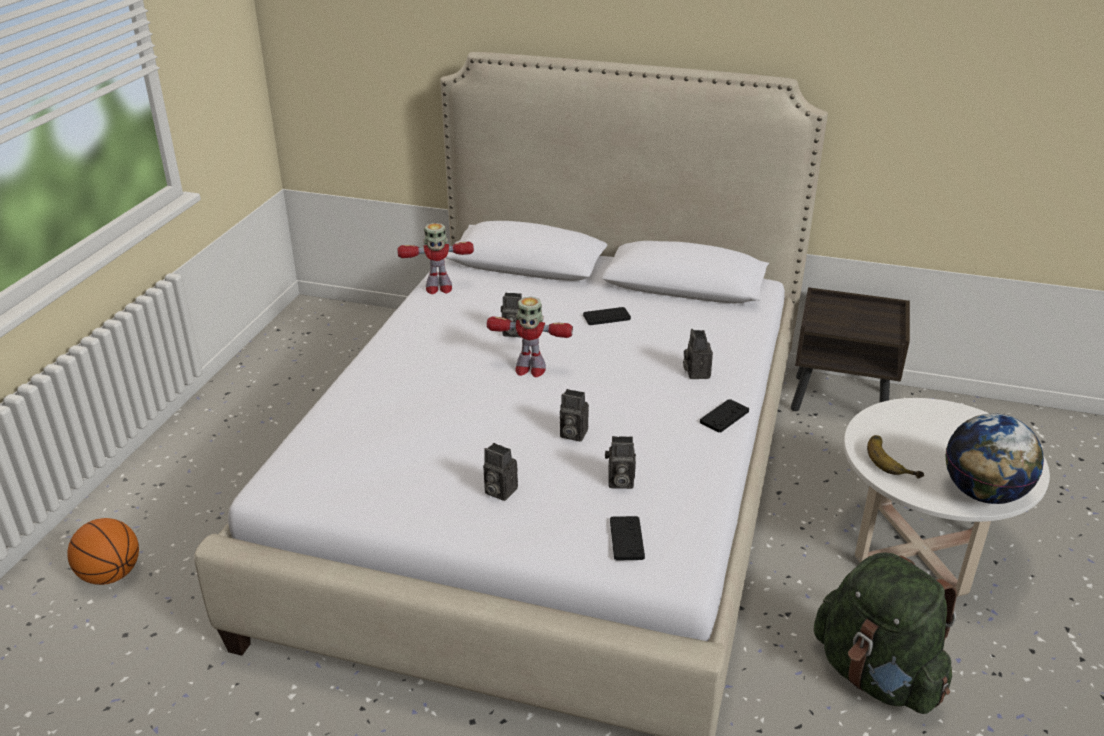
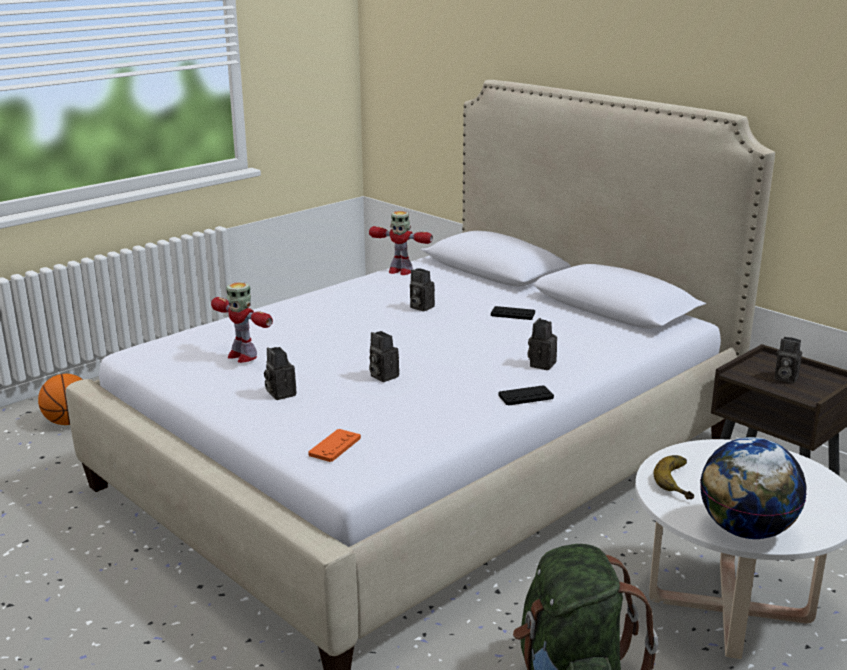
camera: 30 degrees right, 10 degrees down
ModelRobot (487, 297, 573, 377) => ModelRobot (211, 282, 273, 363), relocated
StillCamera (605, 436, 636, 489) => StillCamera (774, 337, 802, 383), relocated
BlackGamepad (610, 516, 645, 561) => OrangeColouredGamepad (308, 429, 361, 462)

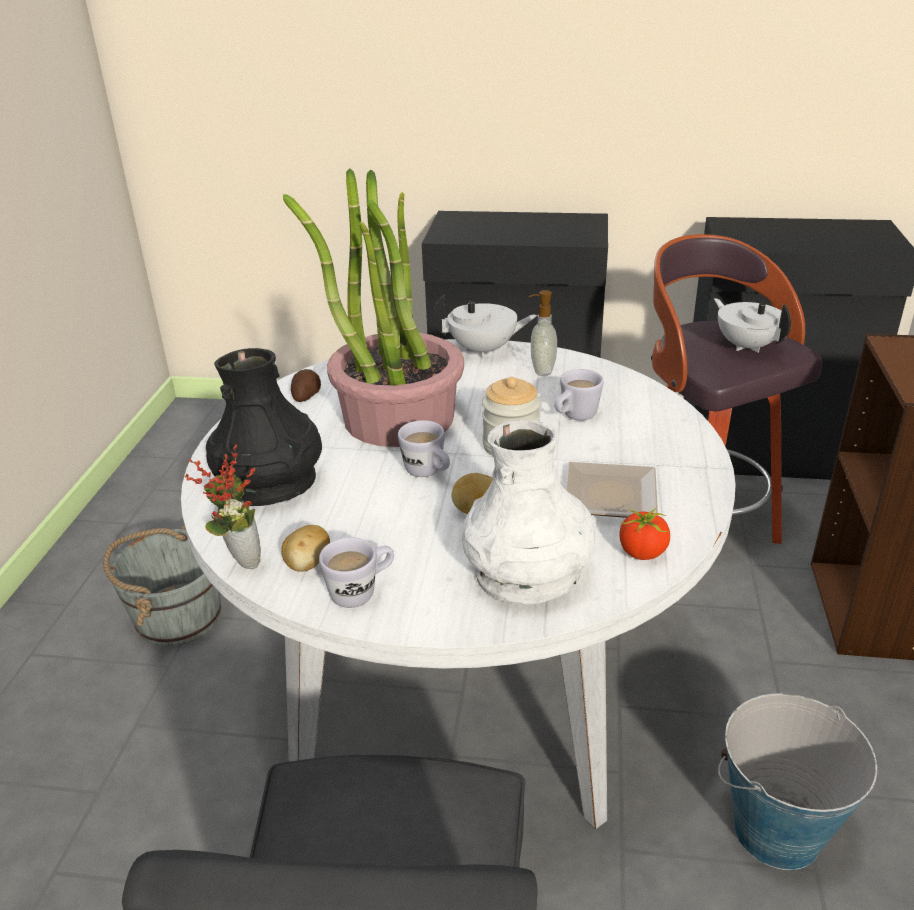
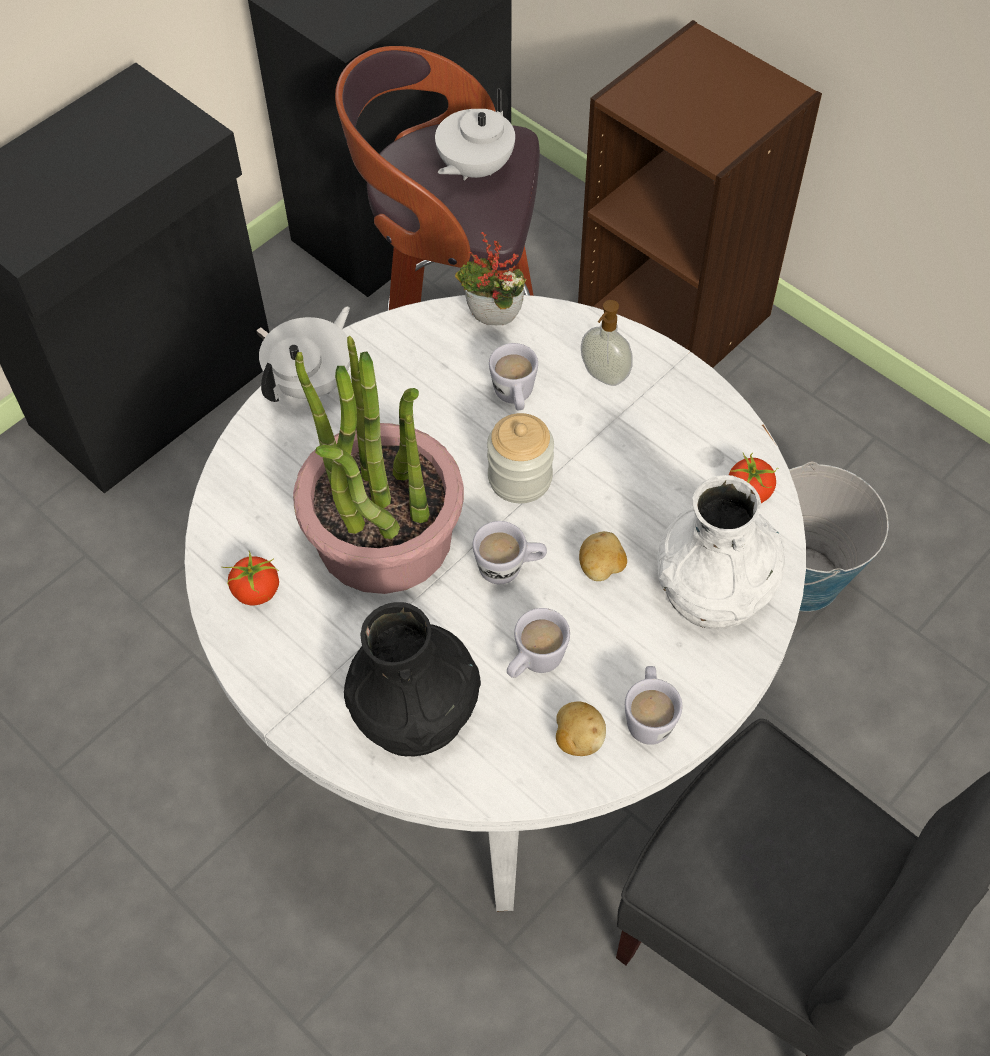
camera: 55 degrees left, 25 degrees up
SoapDispenser (529, 290, 557, 376) => SoapDispenser (581, 300, 633, 386), relocated
WhiteTeaPot (714, 298, 791, 353) => WhiteTeaPot (435, 88, 515, 180), 60 degrees counterclockwise
Potato (291, 369, 321, 402) => Tomato (221, 551, 279, 605)
PottedPlant (185, 444, 261, 569) => PottedPlant (455, 232, 527, 325), relocated
FlatDish (565, 462, 658, 518) => nothing
GrayBucket (103, 525, 221, 646) => nothing
nothing => WhiteCoffeeMug (507, 608, 570, 678)

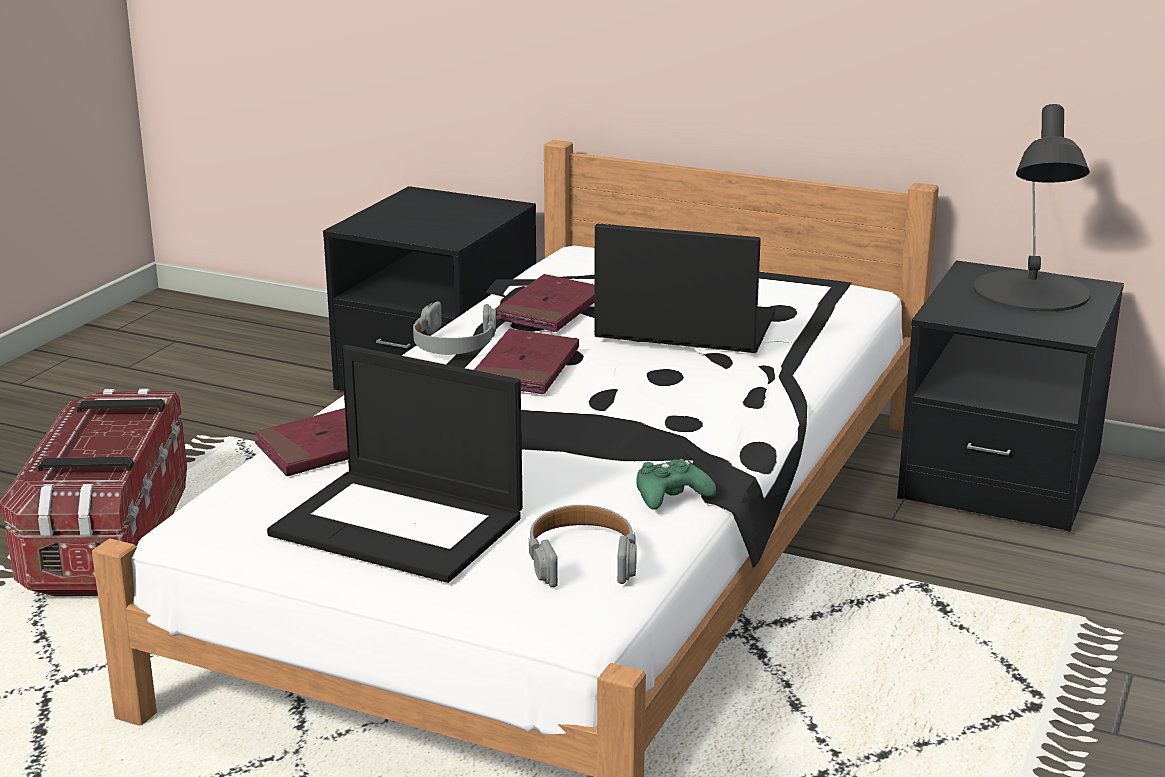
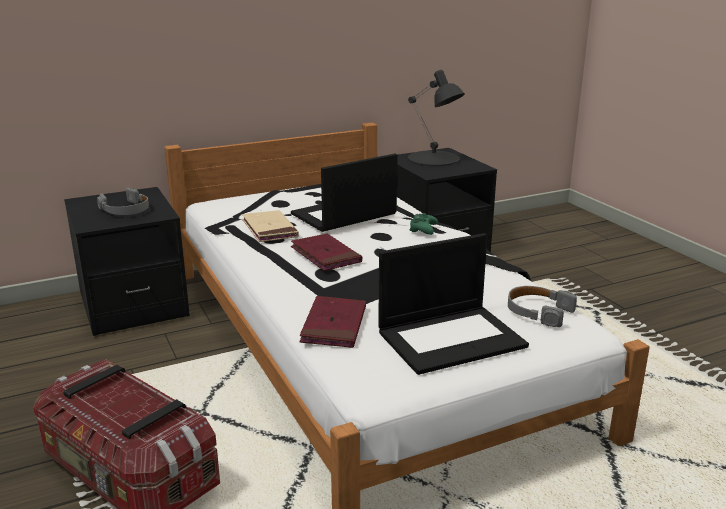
camera: 50 degrees left, 0 degrees up
ReddishVolume (495, 274, 595, 332) => BeigeColouredVolume (242, 210, 299, 242)
GrayPairOfHeadphones (413, 302, 496, 355) => GrayPairOfHeadphones (97, 188, 149, 215), relocated
GreenGamepad (636, 458, 716, 510) => GreenGamepad (409, 213, 438, 235), relocated

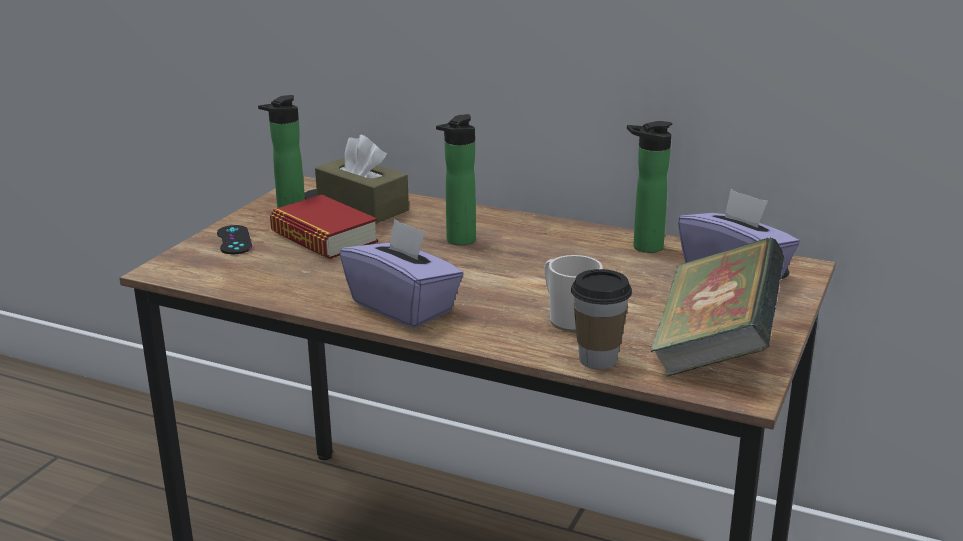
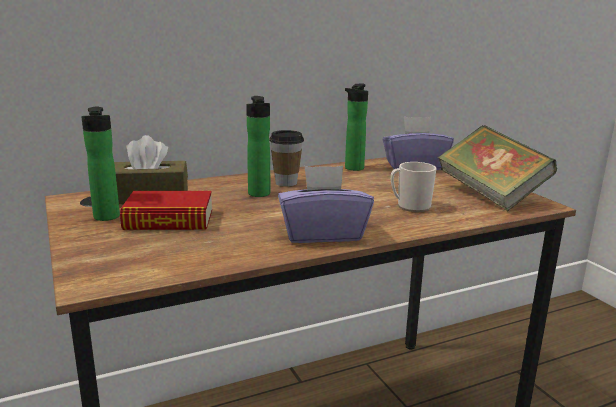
camera: 50 degrees left, 5 degrees down
BlackGamepad (217, 225, 252, 254) => nothing
SmallCup (571, 269, 632, 369) => SmallCup (269, 130, 304, 187), relocated

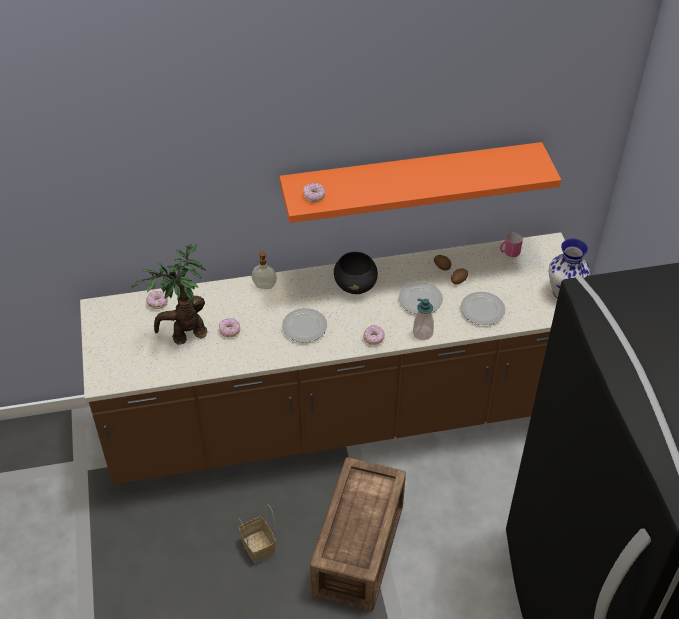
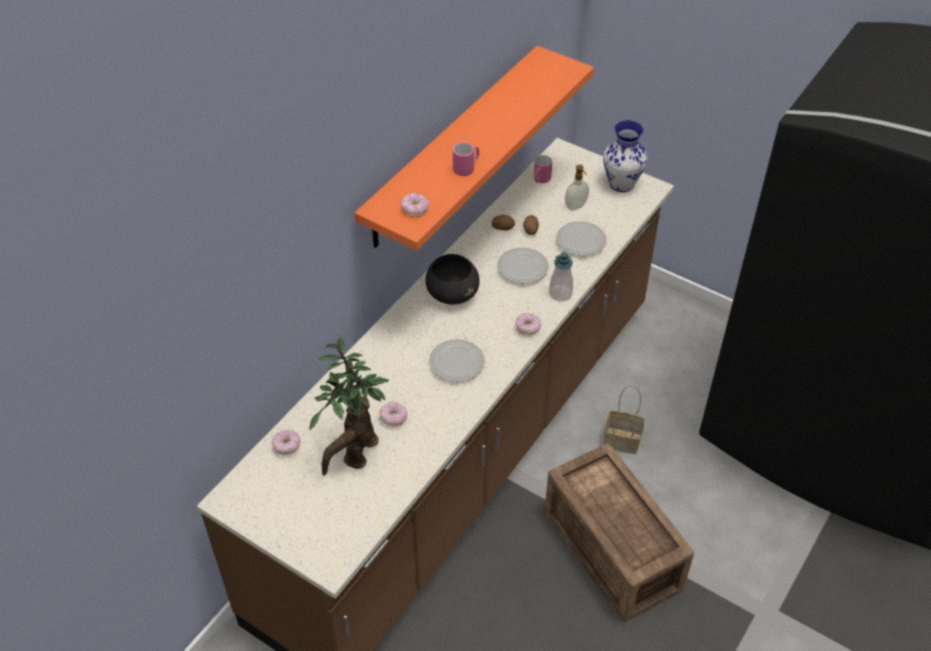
camera: 45 degrees left, 0 degrees up
SoapDispenser (252, 251, 277, 289) => SoapDispenser (565, 165, 589, 211), relocated
Basket (238, 505, 276, 564) => Basket (604, 385, 645, 454), relocated
nothing => PinkColouredCoffeeMug (453, 142, 479, 176)

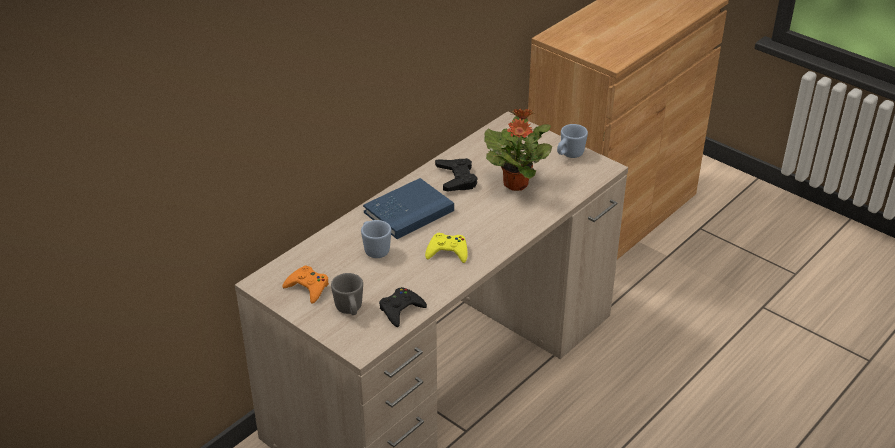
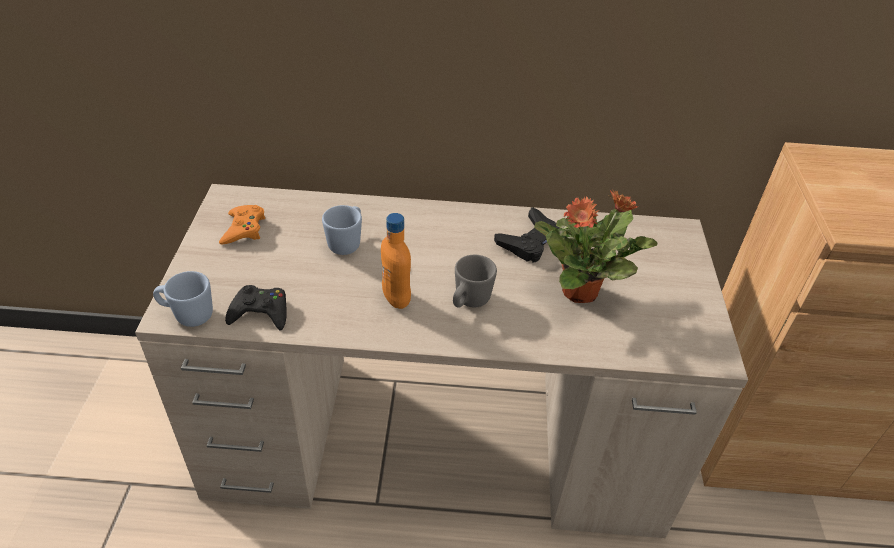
camera: 50 degrees right, 5 degrees up
BluishCoffeeMug (557, 124, 588, 158) => BluishCoffeeMug (153, 271, 213, 327), relocated
BluishVolume (363, 178, 454, 239) => nothing
YellowGamepad (425, 233, 468, 263) => OrangeColouredBeverageBottle (381, 213, 411, 309)
GrayCoffeeMug (331, 273, 363, 315) => GrayCoffeeMug (453, 255, 497, 308), relocated

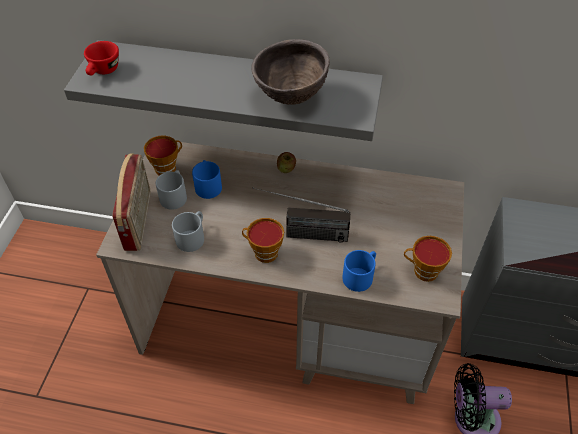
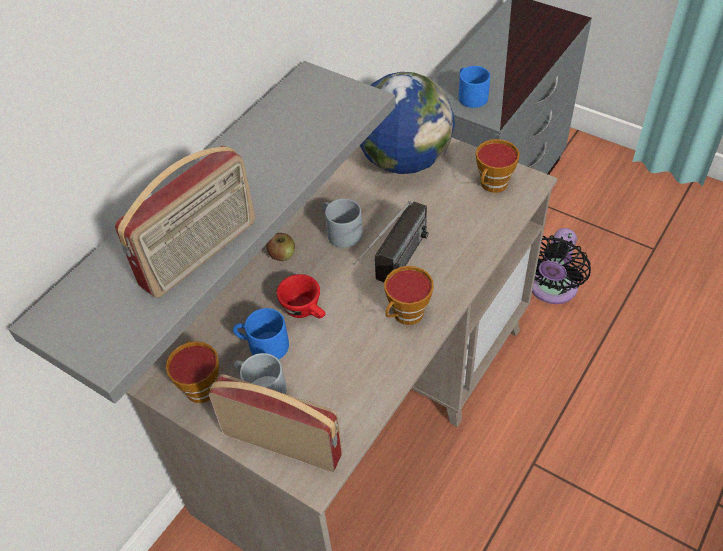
camera: 65 degrees left, 0 degrees up
BrownishBowl (251, 39, 330, 105) => nothing
ReddishSmallCup (84, 41, 119, 76) => ReddishSmallCup (276, 274, 326, 318), relocated
GrayCoffeeMug (172, 211, 204, 252) => GrayCoffeeMug (323, 199, 363, 248), relocated
BluishCoffeeMug (342, 250, 376, 292) => BluishCoffeeMug (458, 66, 490, 108), relocated
nothing => Globe (360, 72, 455, 174)
nothing => RadioSet (115, 146, 255, 298)

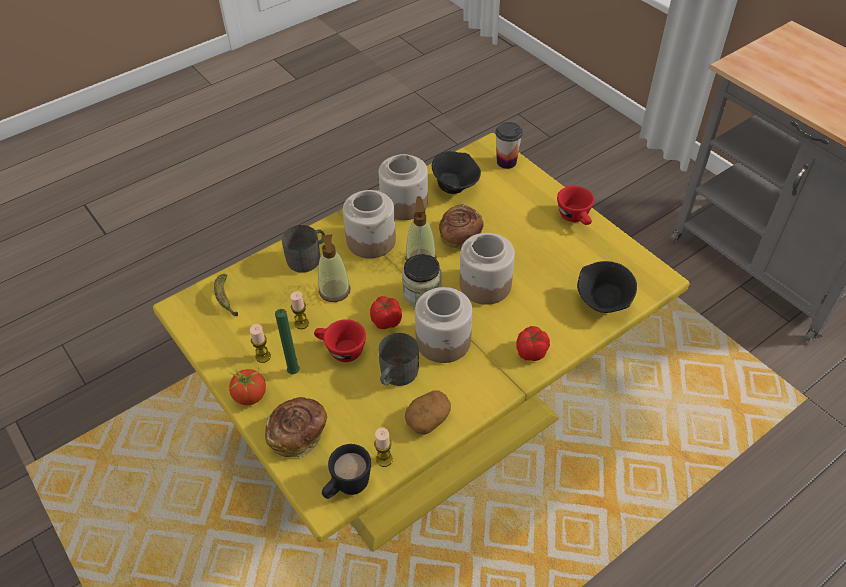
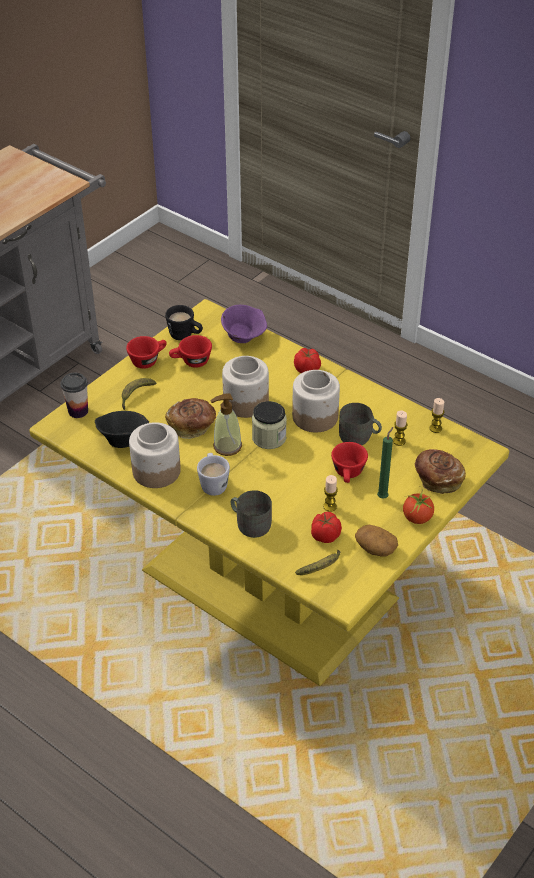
camera: 105 degrees left, 5 degrees down
Jar (343, 190, 396, 258) => WhiteCoffeeMug (197, 453, 230, 496)
SoapDispenser (318, 234, 351, 302) => nothing
BlackBowl (577, 261, 637, 313) => PurpleColouredBowl (221, 305, 267, 343)
Tomato (370, 296, 402, 329) => Tomato (311, 512, 342, 543), relocated
WaxLight (250, 324, 271, 363) => WaxLight (393, 410, 407, 446), relocated
Potato (405, 391, 451, 435) => Potato (355, 525, 398, 557), relocated
BlackCoffeeMug (322, 444, 371, 499) => BlackCoffeeMug (165, 305, 203, 340), relocated
nothing => ReddishSmallCup (169, 335, 212, 368)
nothing => BananaFruit (122, 378, 156, 410)

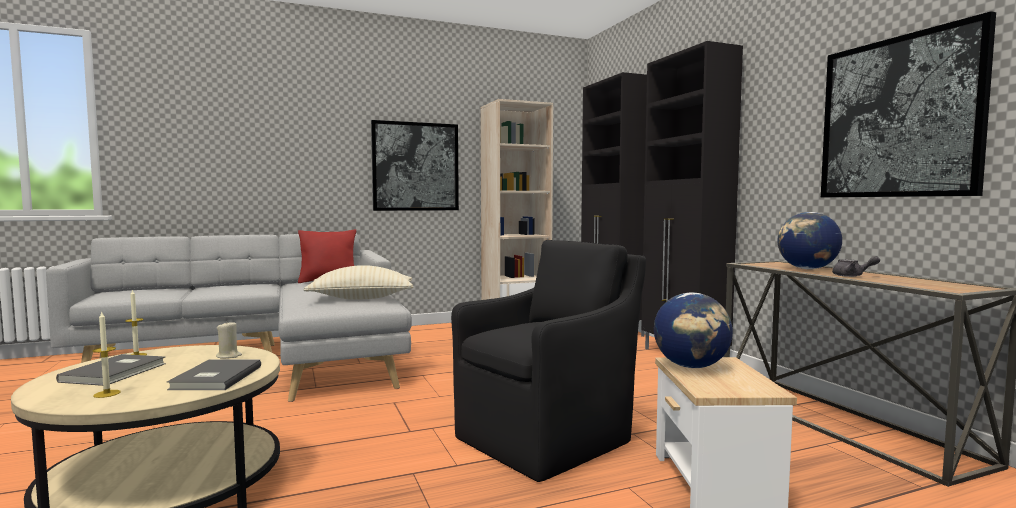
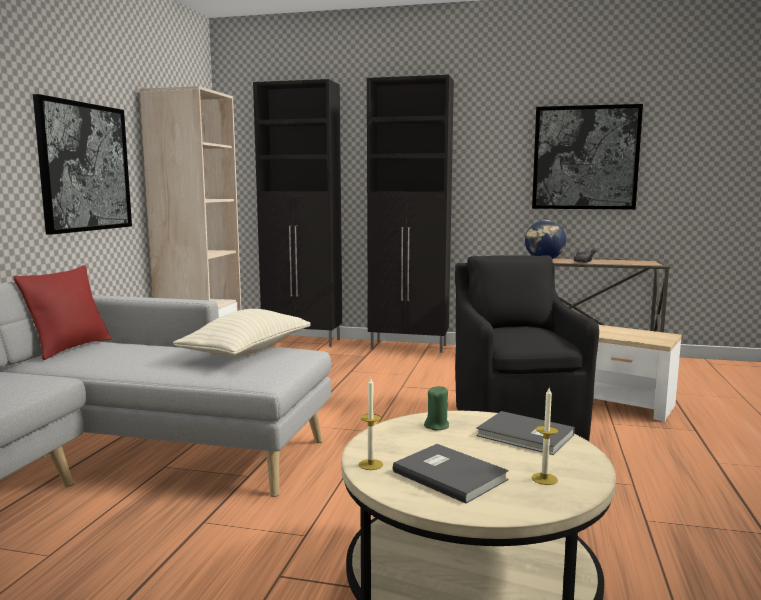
camera: 55 degrees left, 5 degrees up
Globe (654, 292, 733, 368) => nothing
BeigeColouredWaxLight (216, 322, 242, 358) => GreenWaxLight (424, 386, 449, 430)

